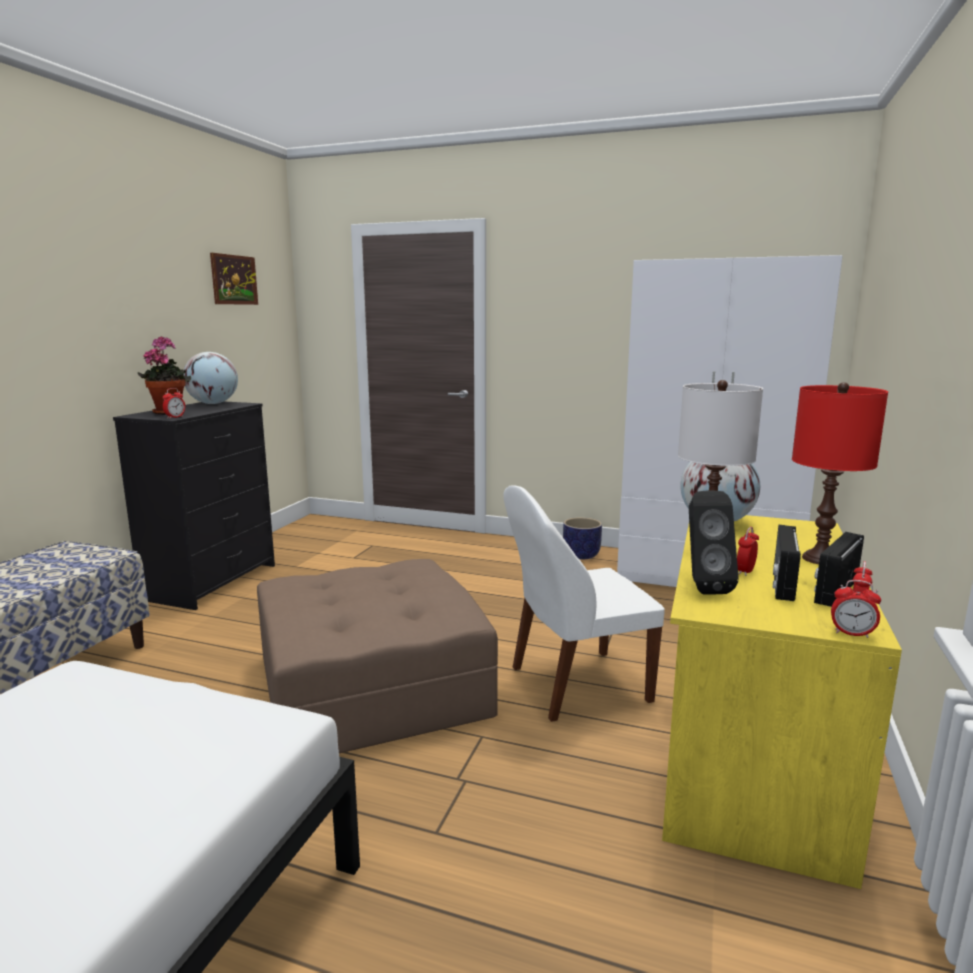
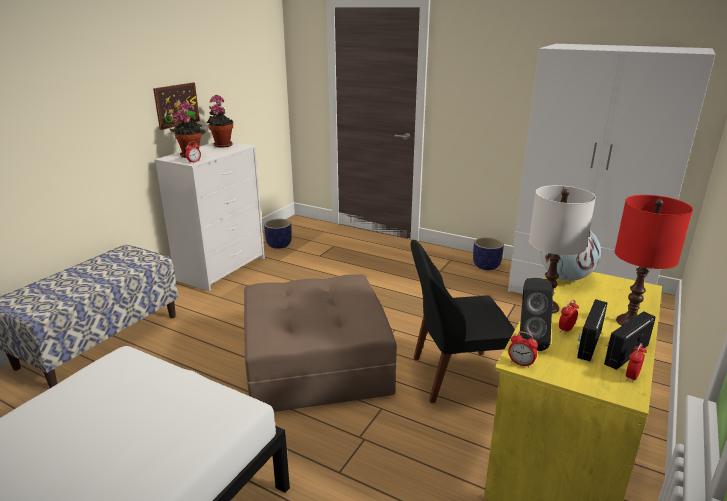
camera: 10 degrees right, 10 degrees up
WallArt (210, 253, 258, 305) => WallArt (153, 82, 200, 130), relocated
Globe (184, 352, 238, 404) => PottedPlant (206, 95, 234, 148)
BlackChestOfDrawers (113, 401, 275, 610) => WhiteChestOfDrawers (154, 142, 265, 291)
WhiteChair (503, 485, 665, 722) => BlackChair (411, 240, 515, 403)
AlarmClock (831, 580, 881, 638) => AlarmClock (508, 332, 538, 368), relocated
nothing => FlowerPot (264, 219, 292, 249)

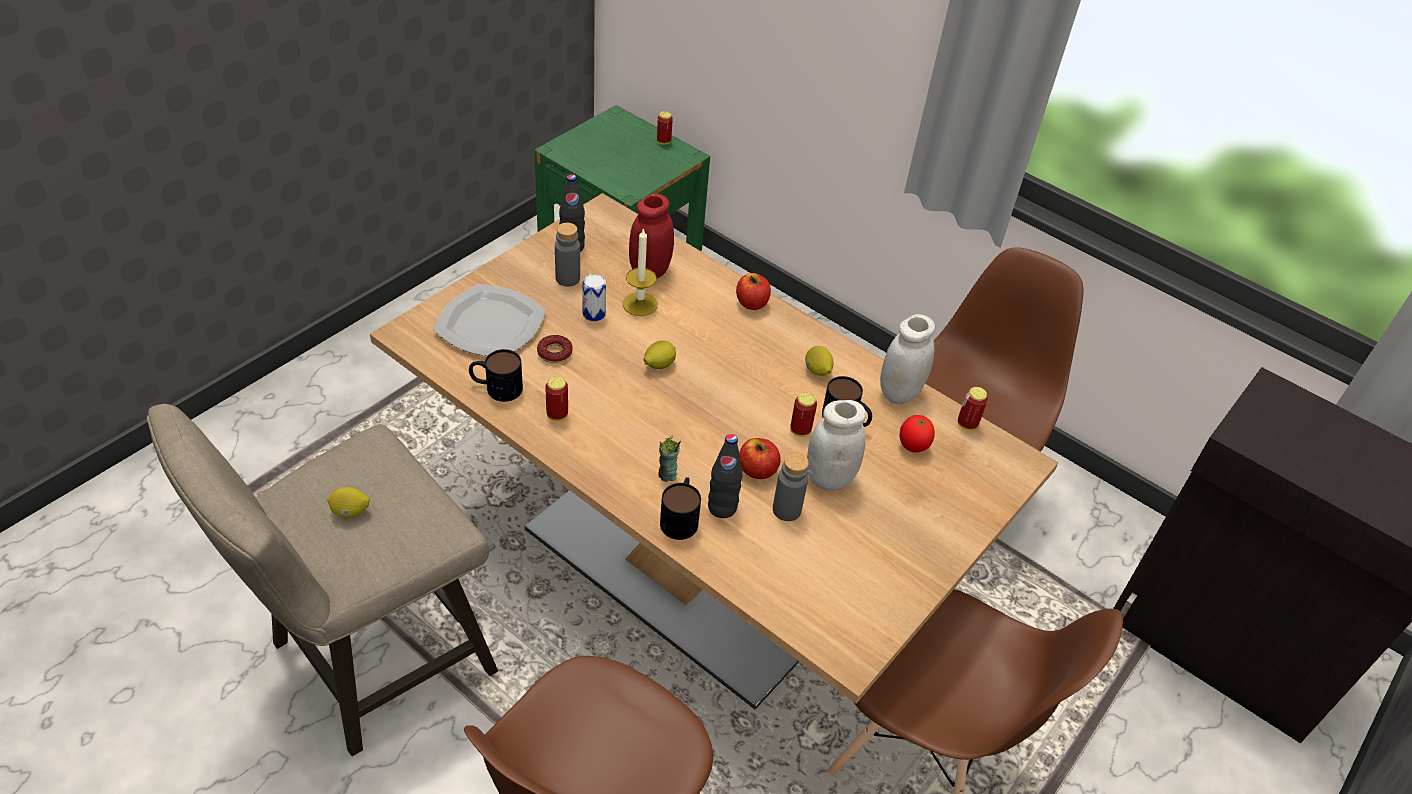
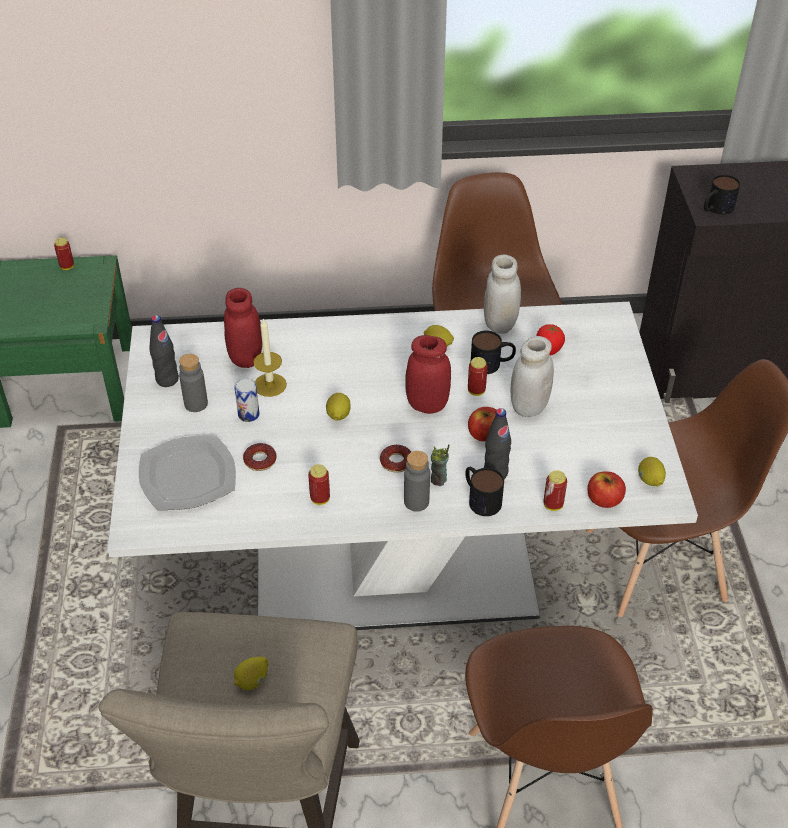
camera: 40 degrees left, 0 degrees up
BrownishDiningTable (370, 193, 1058, 709) => WhiteDiningTable (107, 302, 698, 630)
Apple (736, 273, 771, 310) => Apple (587, 471, 626, 508), relocated
CoffeeMug (469, 349, 523, 402) => CoffeeMug (704, 175, 740, 215), relocated
MetalCan (958, 387, 988, 431) => MetalCan (544, 470, 567, 511), relocated
GrayBeverageBottle (773, 452, 809, 521) => GrayBeverageBottle (404, 451, 430, 512), relocated
nothing => ReddishJar (405, 335, 451, 414)
nothing => RingDoughnut (380, 445, 411, 473)
nothing => WholeLemon (638, 457, 666, 486)

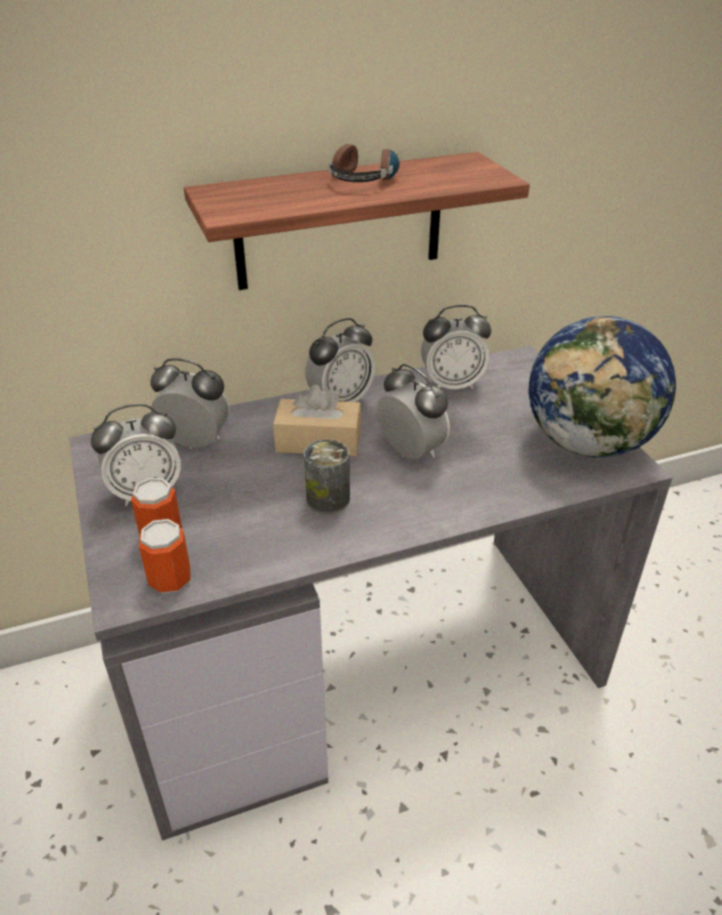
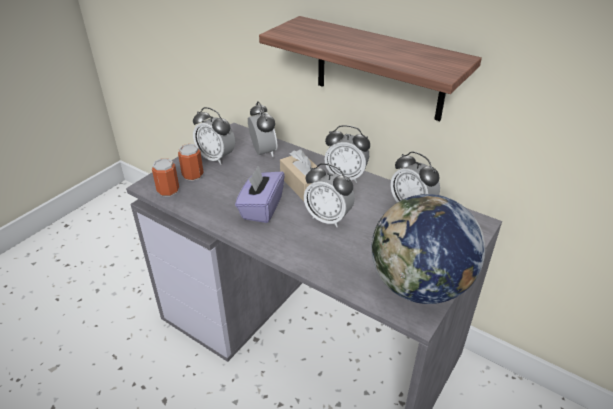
camera: 55 degrees right, 0 degrees up
PairOfHeadphones (329, 144, 400, 182) => nothing
AlarmClock (377, 364, 450, 459) => AlarmClock (304, 163, 355, 227), 105 degrees clockwise
MetalCan (304, 440, 350, 514) => PurpleColouredTissueBox (235, 166, 285, 223)

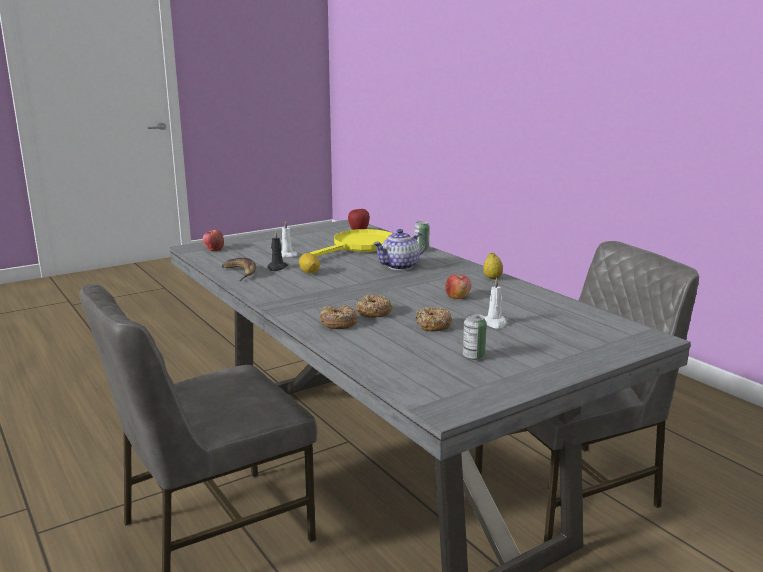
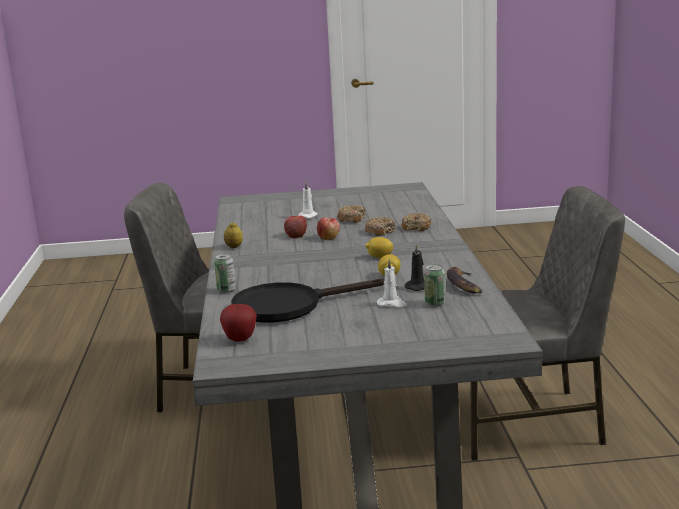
camera: 150 degrees left, 0 degrees up
YellowFryingPan (310, 229, 393, 257) => BlackFryingPan (231, 279, 385, 322)
TeaPot (373, 229, 426, 270) => nothing
Apple (203, 230, 224, 251) => Apple (317, 217, 340, 240), relocated
MetalCan (463, 314, 487, 360) => MetalCan (424, 264, 445, 306), relocated
nothing => WholeLemon (365, 237, 394, 258)

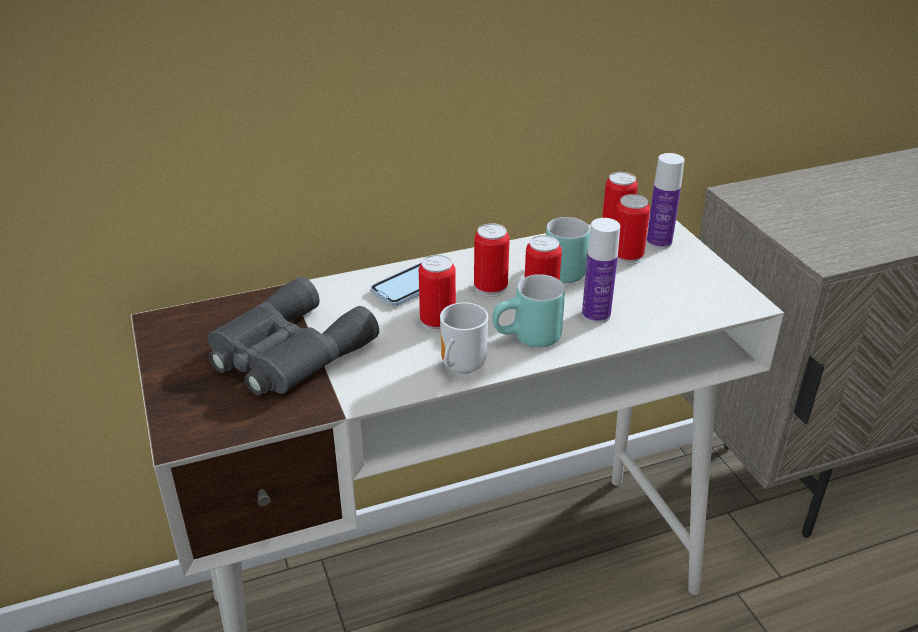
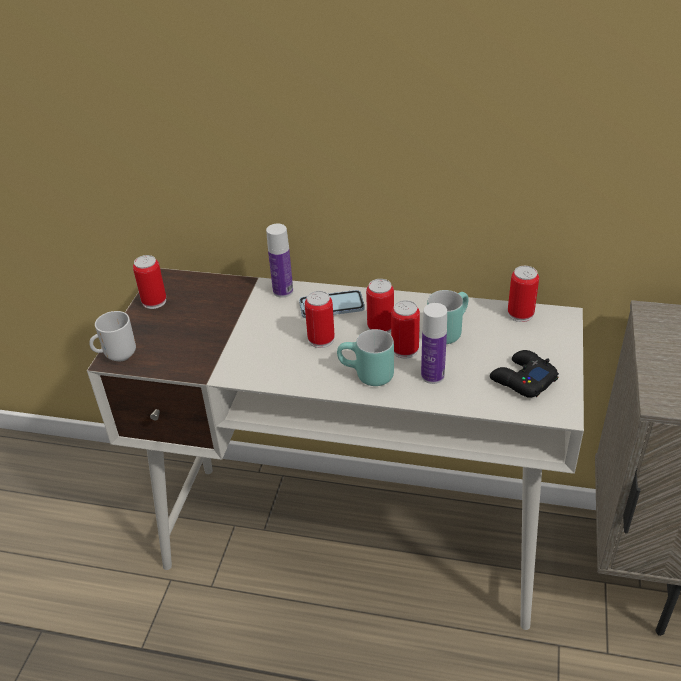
camera: 35 degrees right, 5 degrees up
BeverageBottle (646, 153, 685, 249) => BeverageBottle (266, 224, 293, 298), relocated
MetalCan (615, 194, 650, 264) => MetalCan (133, 255, 166, 309), relocated
GrayPairOfBinoculars (208, 277, 379, 395) => nothing
CoffeeMug (440, 302, 488, 374) => CoffeeMug (89, 311, 136, 361), relocated
nothing => BlackGamepad (490, 350, 559, 398)

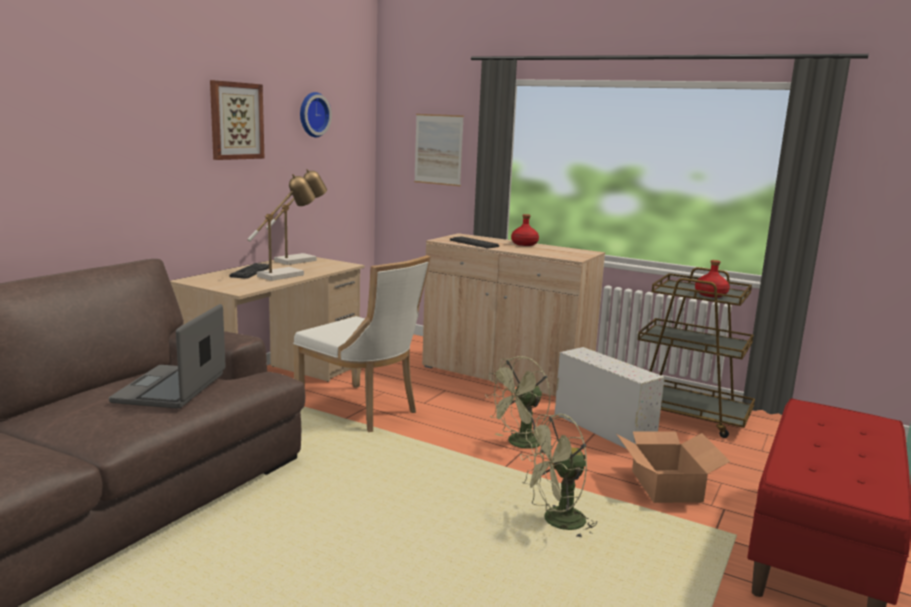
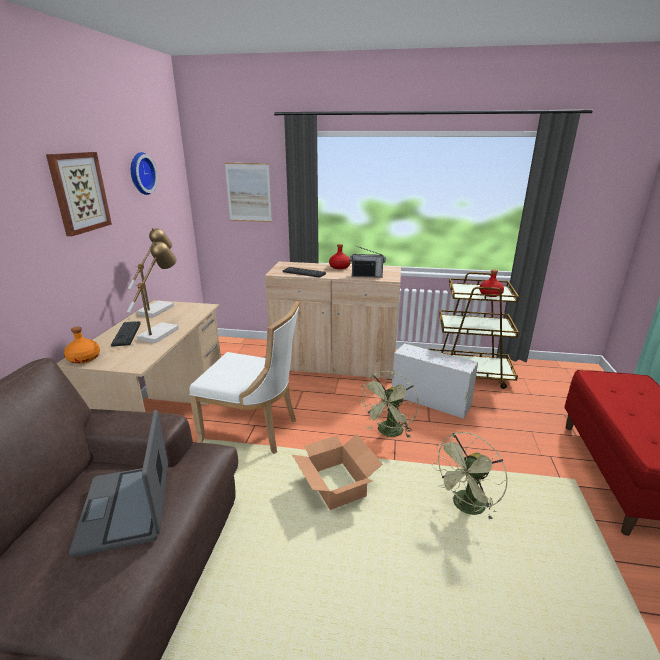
camera: 20 degrees left, 10 degrees up
PackingBox (617, 432, 730, 503) => PackingBox (292, 434, 383, 510), relocated
nothing => RadioSet (350, 246, 386, 278)
nothing => OrangeColouredBeverageBottle (64, 327, 100, 364)

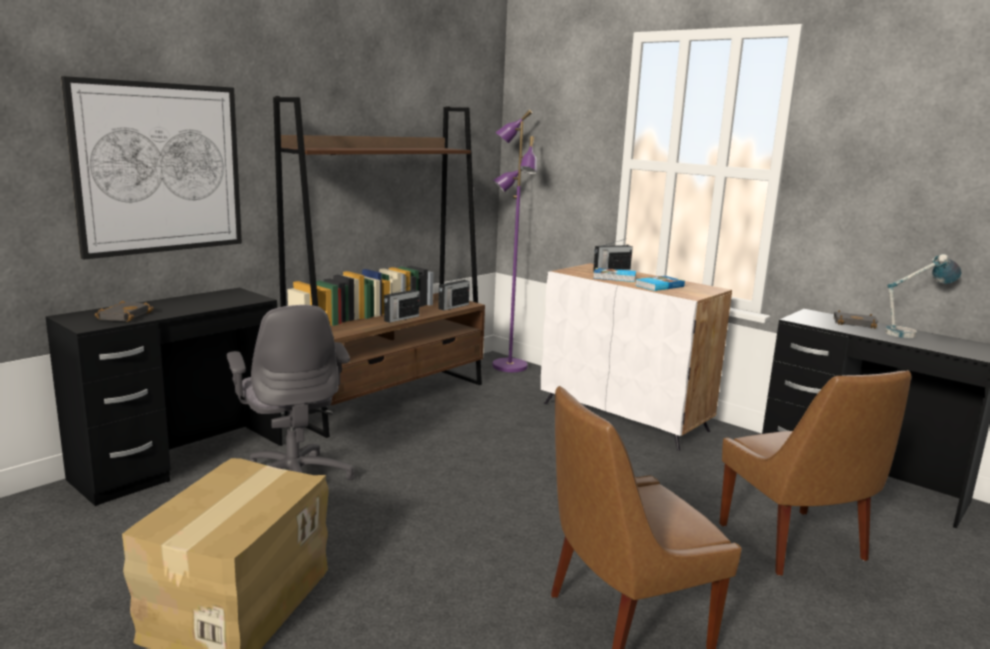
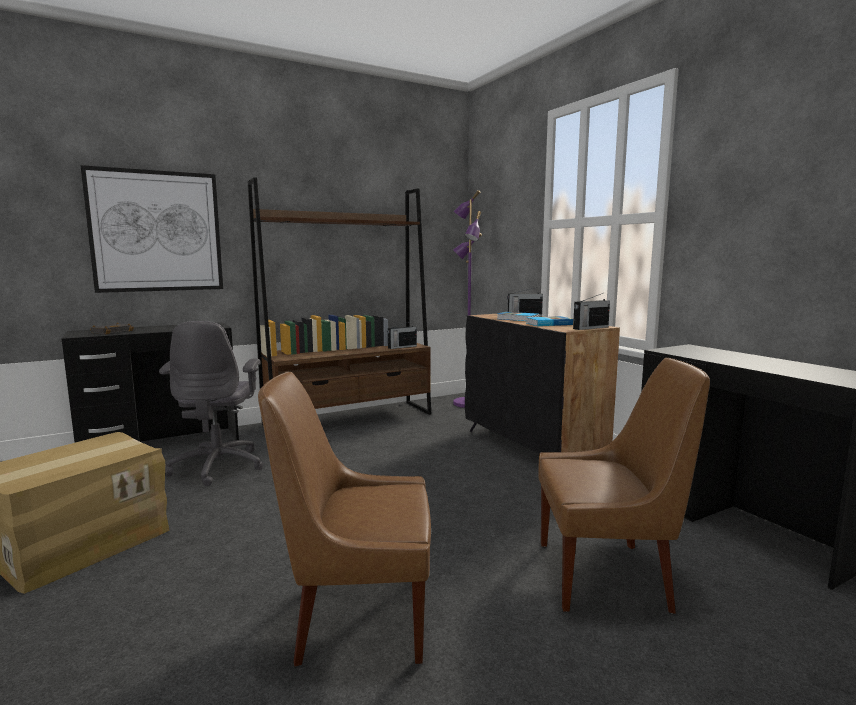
camera: 20 degrees right, 5 degrees down
TabletopLamp (885, 254, 962, 338) => nothing
WhiteCupboard (541, 263, 732, 451) => BlackCupboard (465, 314, 620, 454)
RadioSet (384, 284, 420, 323) => RadioSet (573, 293, 610, 330), relocated
BlackVolume (834, 310, 879, 329) => nothing
BrownishChair (719, 370, 911, 575) => BrownishChair (538, 358, 710, 614), 90 degrees counterclockwise

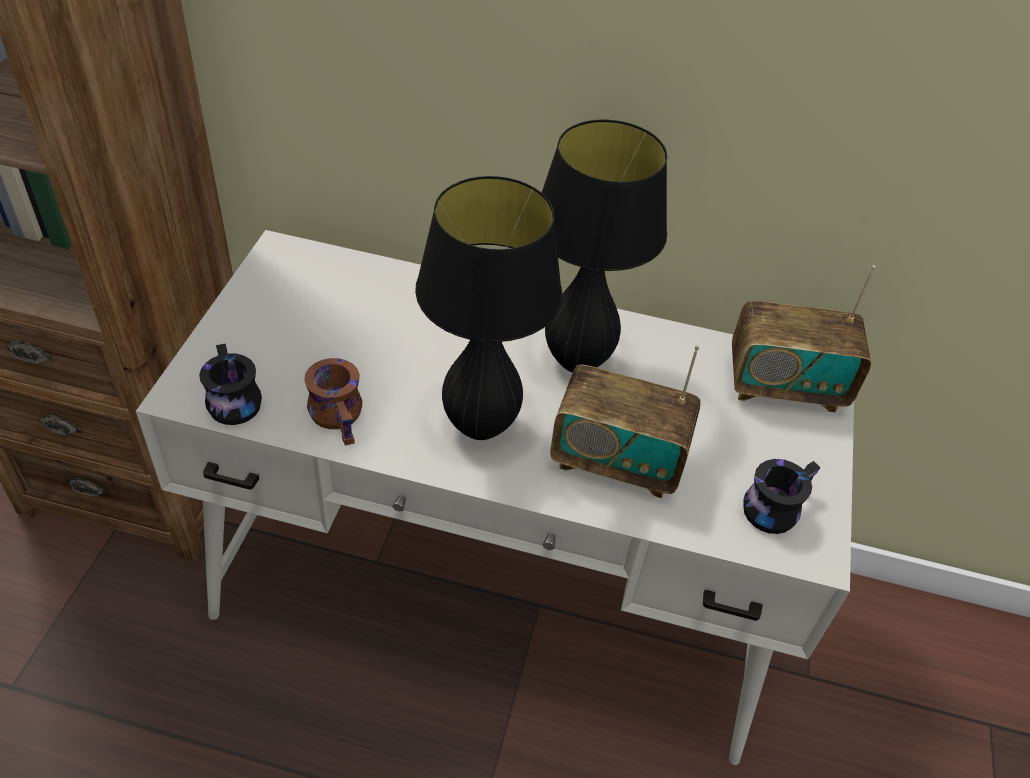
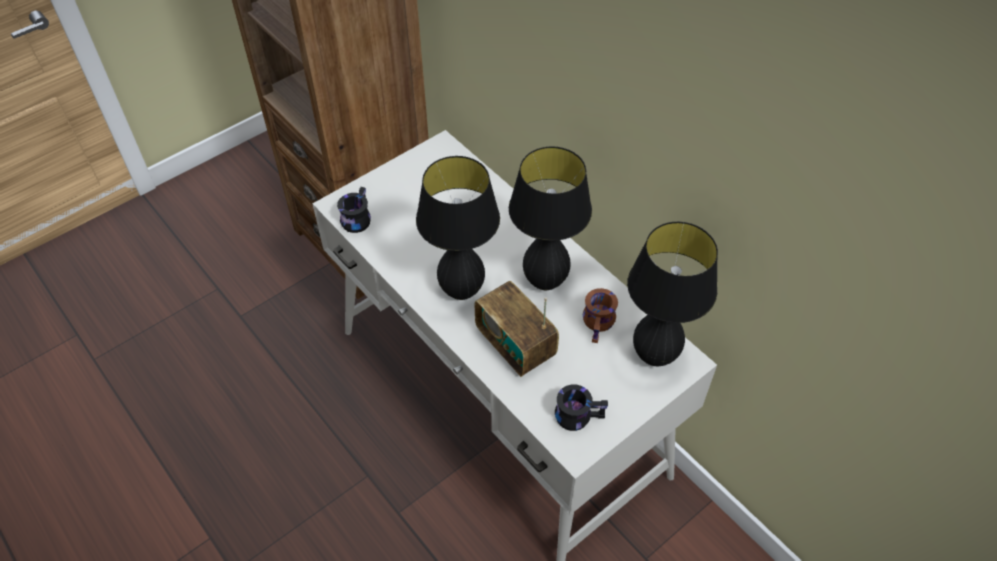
camera: 40 degrees right, 5 degrees up
RadioSet (732, 265, 876, 413) => BlackTabletopLamp (627, 222, 718, 366)
BrownishCoffeeMug (304, 358, 362, 446) => BrownishCoffeeMug (583, 288, 618, 343), relocated

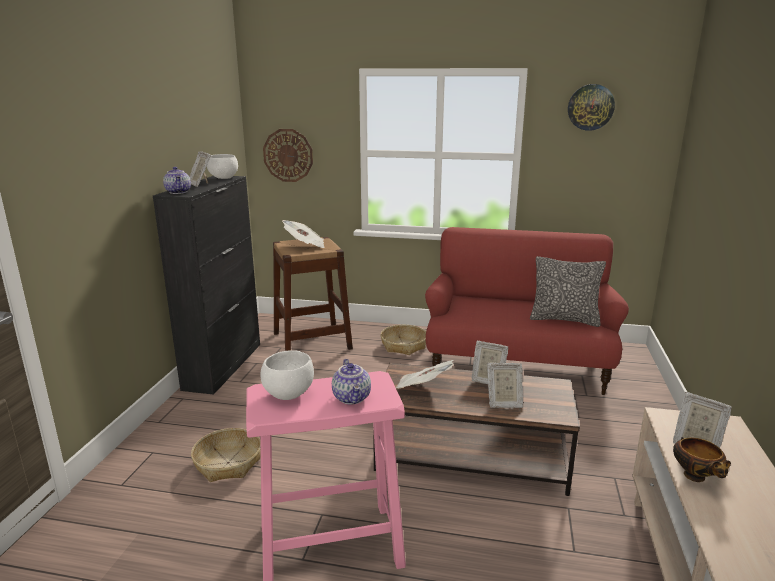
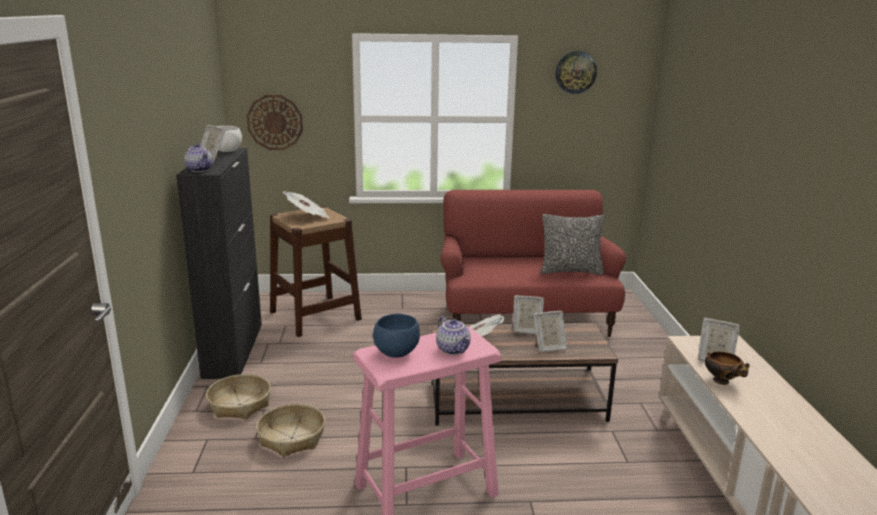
camera: 15 degrees left, 0 degrees up
Basket (380, 325, 426, 355) => Basket (206, 374, 271, 419), relocated
WhiteBowl (260, 350, 314, 400) => BluishBowl (373, 314, 420, 358)

